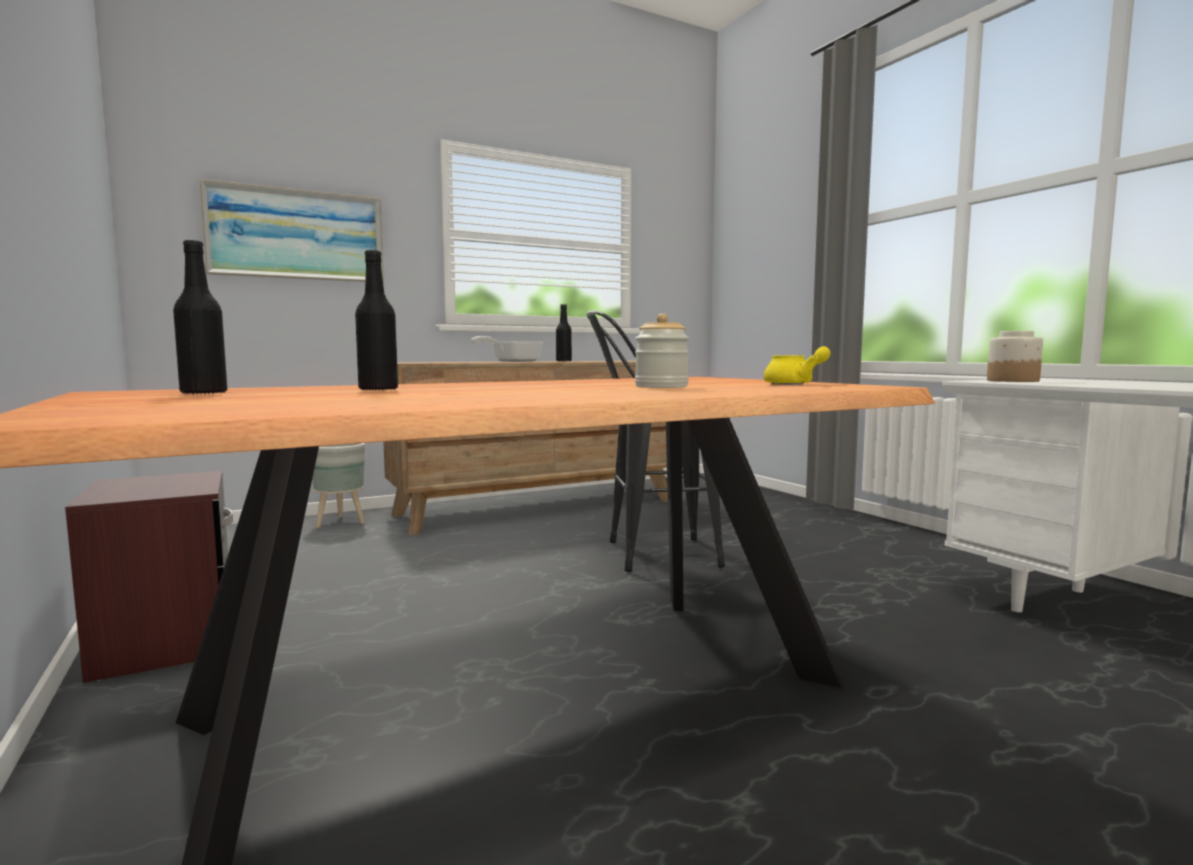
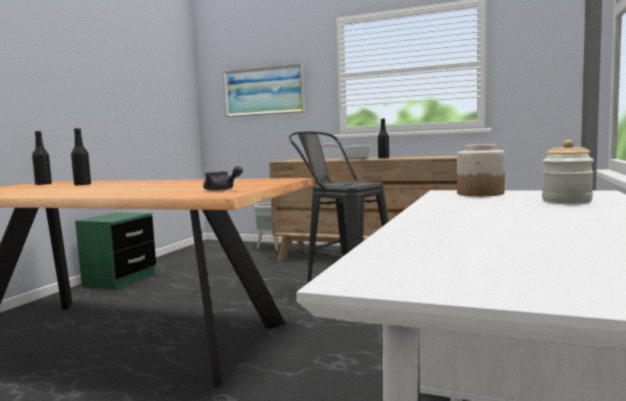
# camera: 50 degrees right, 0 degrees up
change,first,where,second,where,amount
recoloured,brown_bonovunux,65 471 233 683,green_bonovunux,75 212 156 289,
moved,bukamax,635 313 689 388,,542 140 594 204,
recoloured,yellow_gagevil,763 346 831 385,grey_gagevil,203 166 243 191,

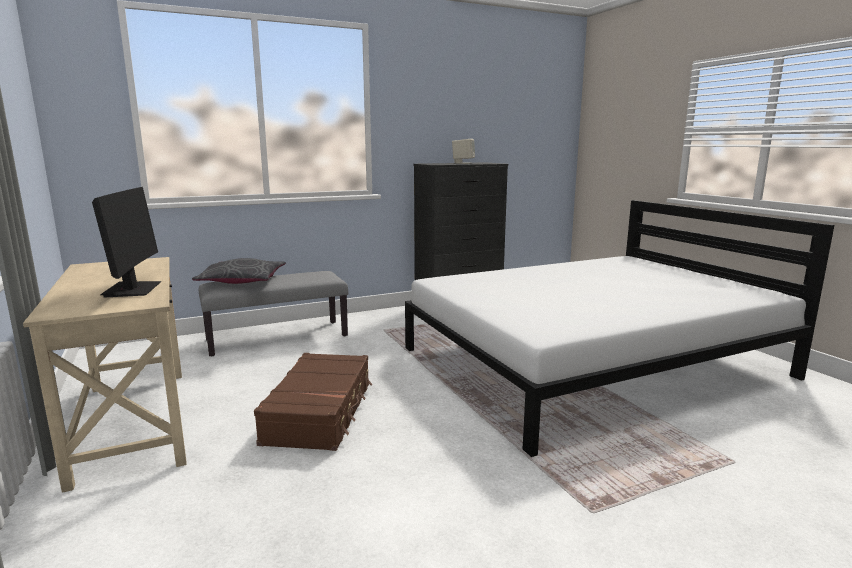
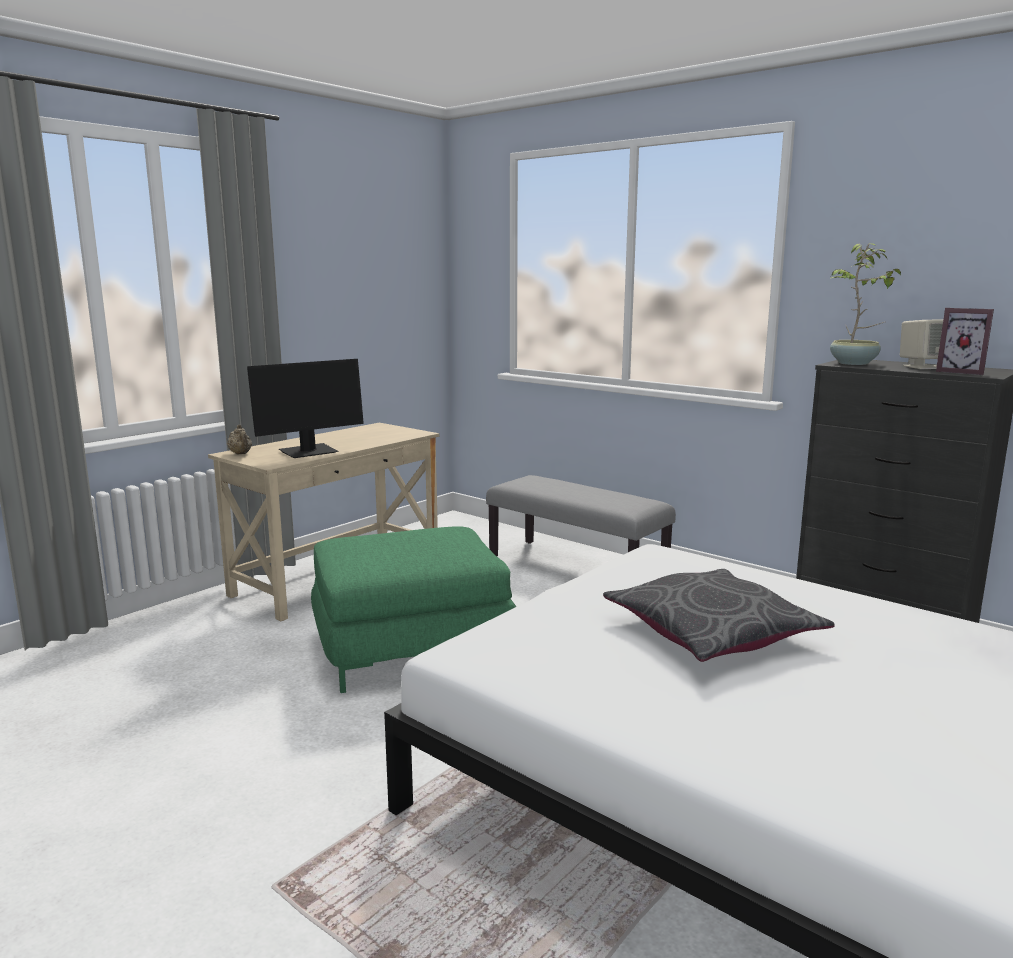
# camera: 65 degrees right, 0 degrees up
change,first,where,second,where,amount
moved,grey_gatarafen,192 258 286 284,,603 569 835 662,
replaced,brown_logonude,254 353 372 451,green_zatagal,311 526 516 693,
added,,,beige_gagevil,227 424 252 454,
added,,,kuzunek,830 243 901 365,
added,,,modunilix,936 308 994 375,

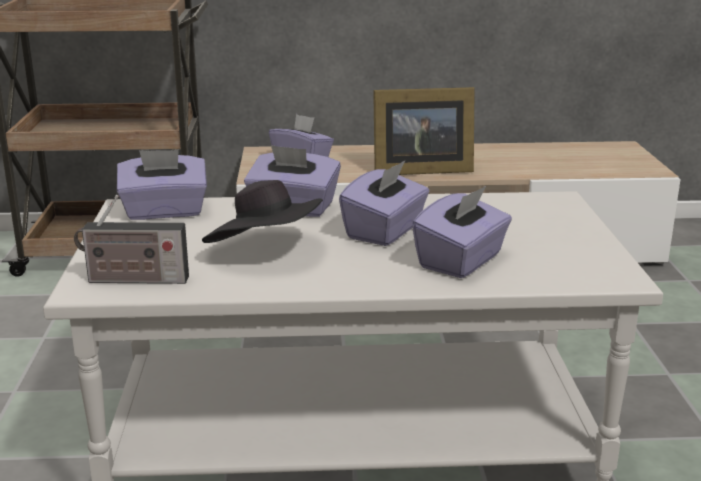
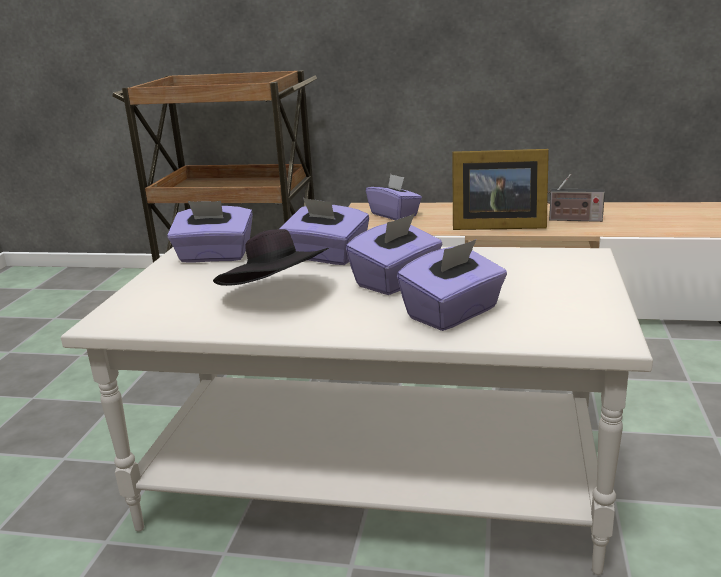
# camera: 15 degrees right, 0 degrees up
change,first,where,second,where,amount
moved,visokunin,74 195 189 284,,547 173 605 222,

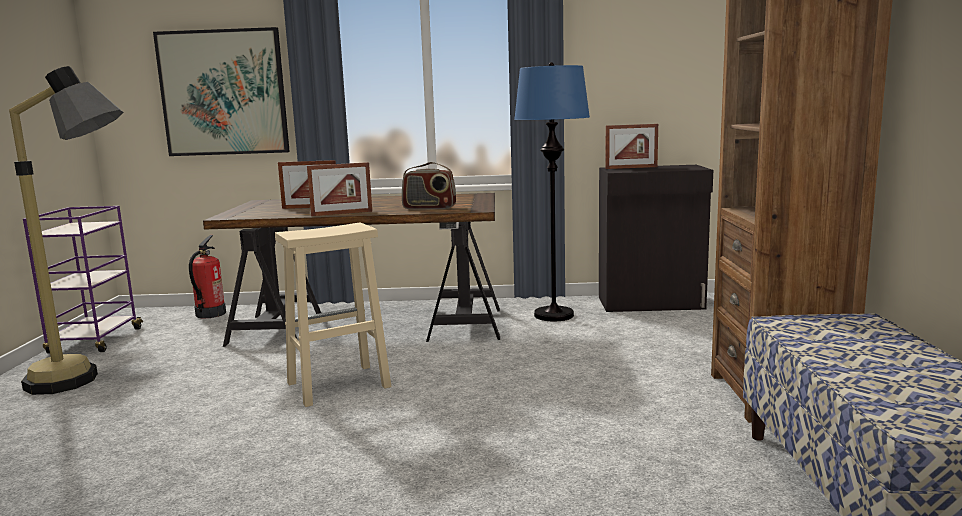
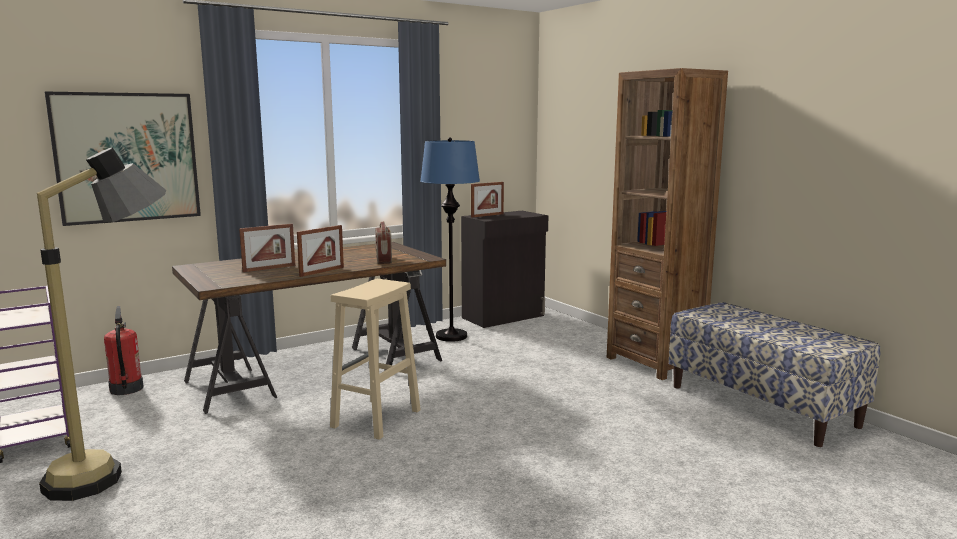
# camera: 35 degrees left, 0 degrees up
change,first,where,second,where,amount
turned,visokunin,402 162 456 210,,375 221 392 264,75 degrees counterclockwise

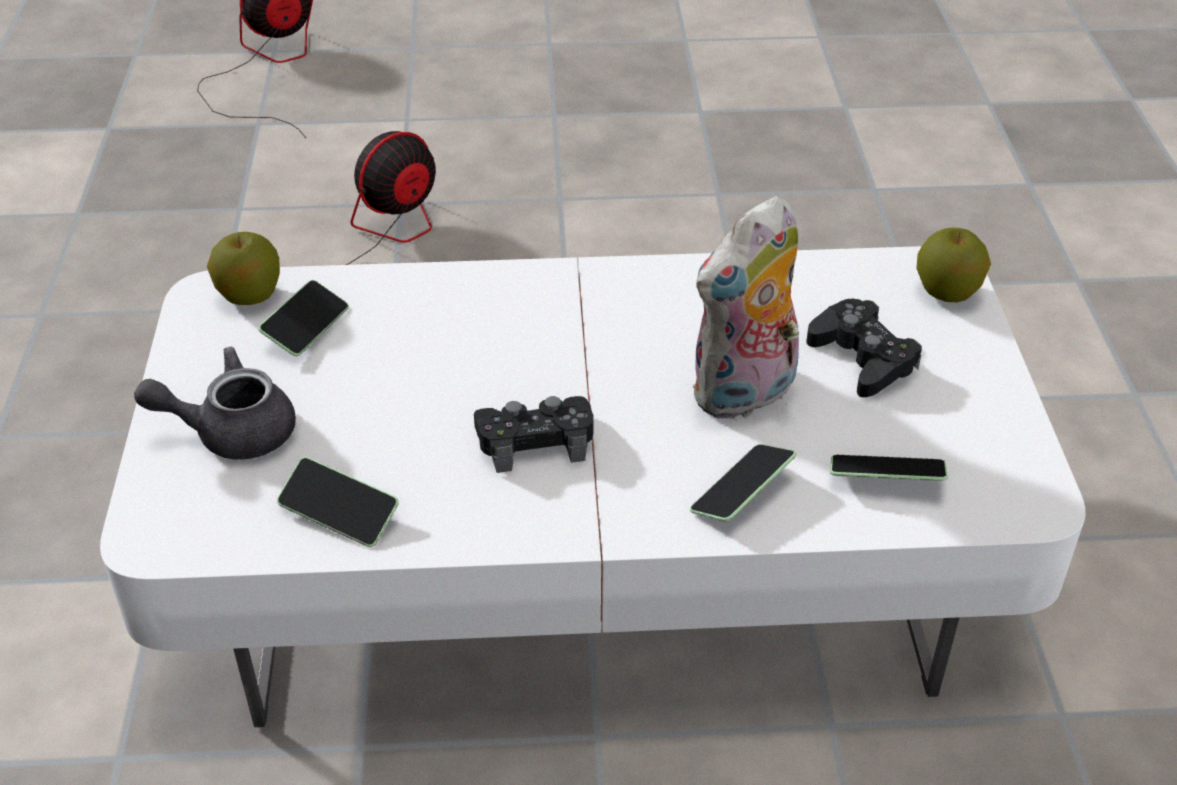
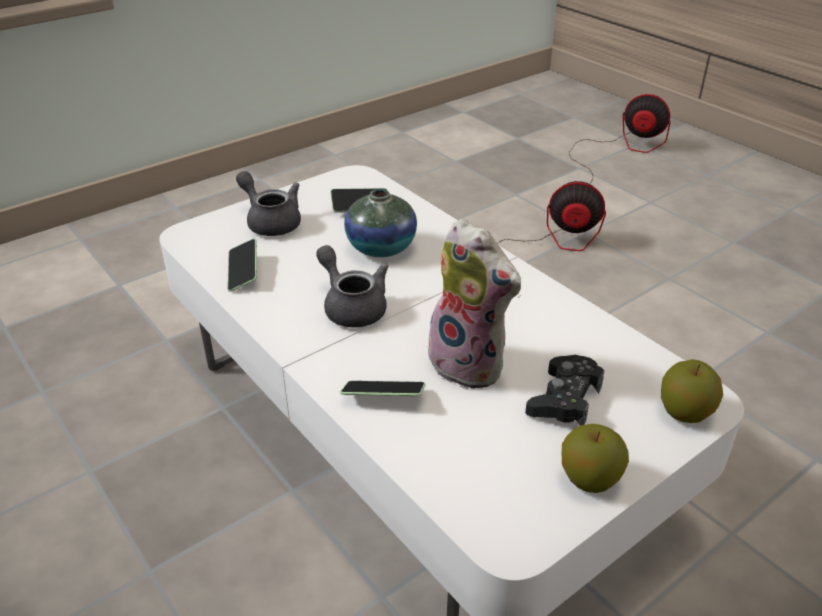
# camera: 55 degrees right, 5 degrees down
change,first,where,second,where,amount
moved,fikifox,207 232 280 305,,562 424 629 493,
replaced,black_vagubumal,474 396 594 473,grey_gagevil,316 245 388 327,
turned,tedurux,693 196 799 421,,426 218 521 390,150 degrees counterclockwise
removed,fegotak,830 455 948 481,,,
added,,,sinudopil,344 189 417 257,

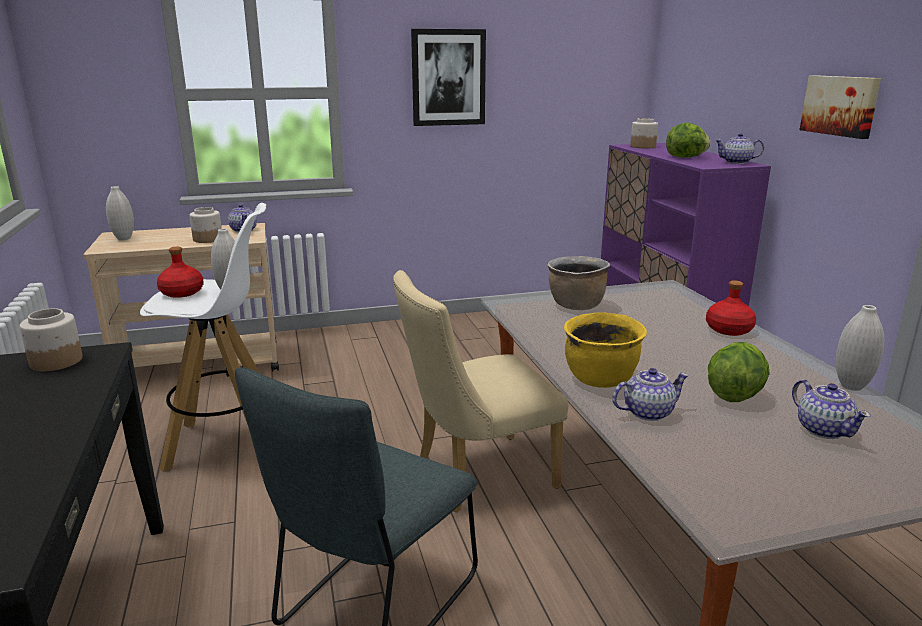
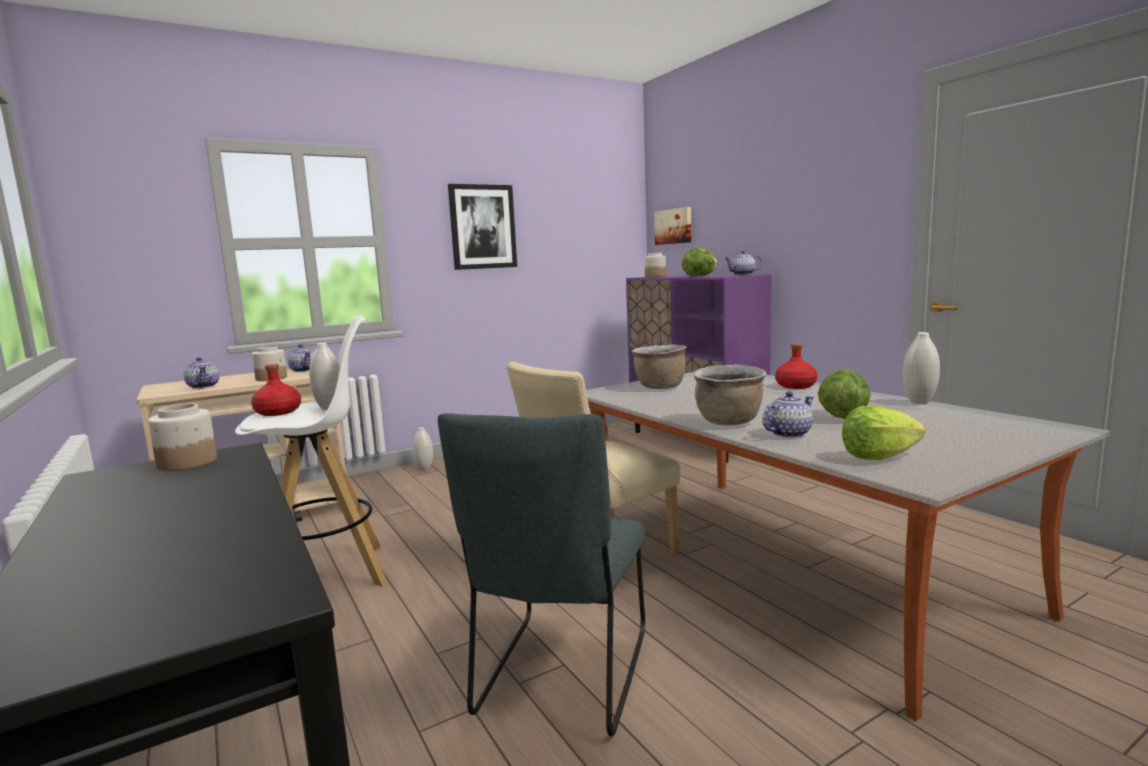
# camera: 15 degrees left, 10 degrees down
change,first,where,second,where,amount
moved,white_sinudopil,106 186 134 240,,413 427 433 470,
recoloured,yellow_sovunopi,564 312 647 388,brown_sovunopi,693 364 766 425,
moved,gagevil,792 379 871 439,,183 357 219 389,
moved,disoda,800 75 881 139,,654 207 691 245,
added,,,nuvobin,842 406 925 460,

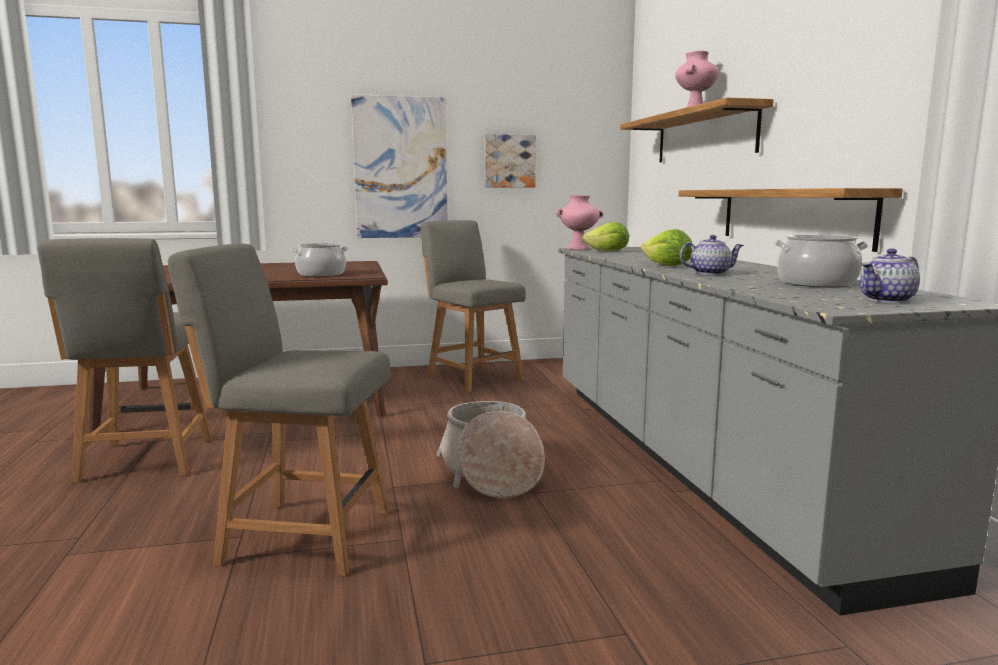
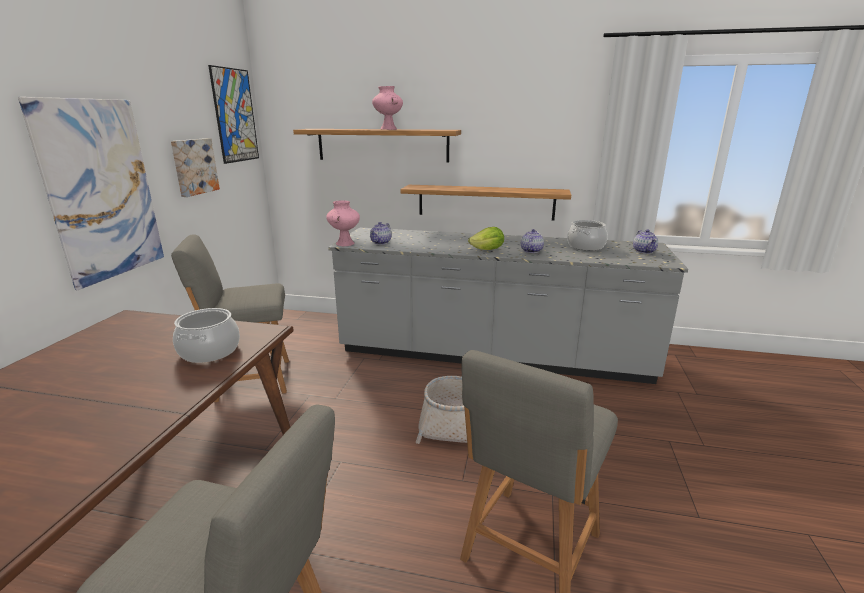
# camera: 65 degrees left, 10 degrees up
change,first,where,second,where,amount
replaced,nuvobin,582 222 629 251,gagevil,370 222 391 245,
added,,,disoda,208 65 259 164,

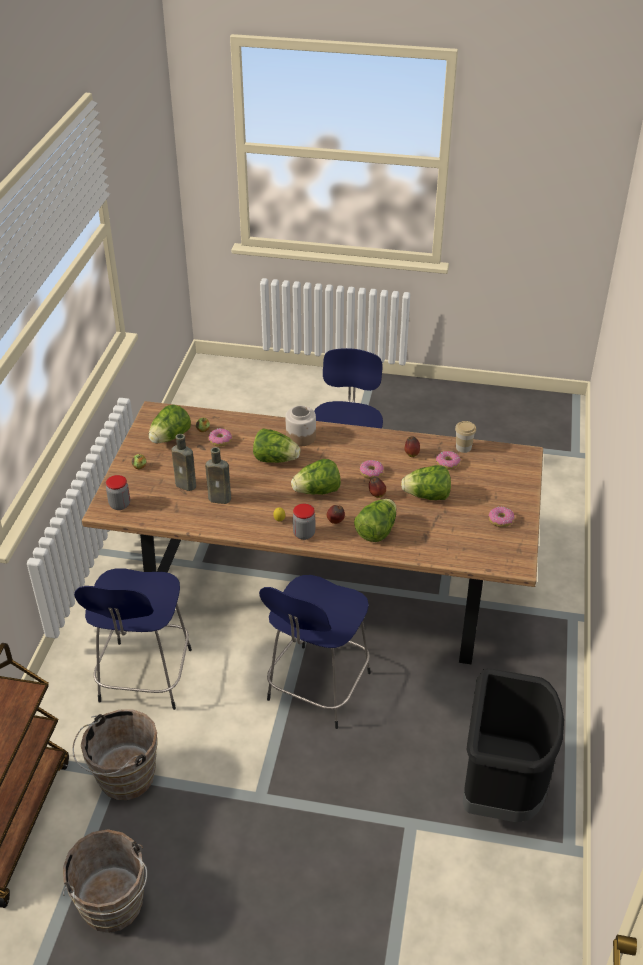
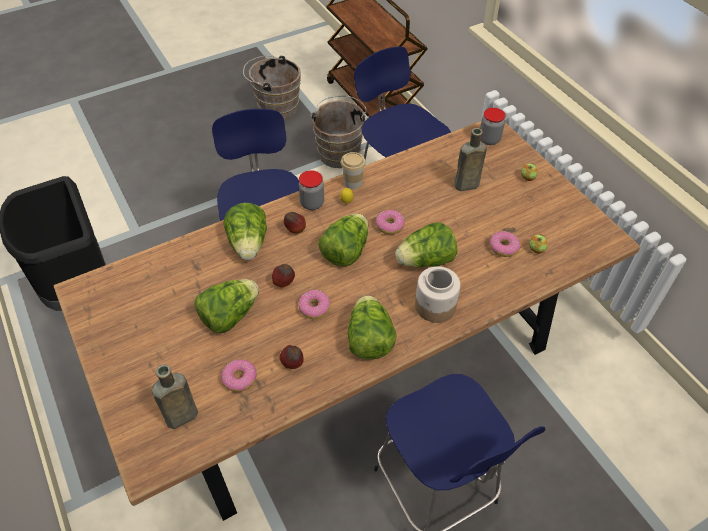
# camera: 140 degrees right, 10 degrees up
change,first,where,second,where,amount
moved,nuvobin,149 404 191 443,,348 295 397 360,
moved,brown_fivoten,205 447 231 504,,151 364 198 429,
moved,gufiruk,455 421 476 453,,341 152 366 189,
moved,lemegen,488 507 514 527,,375 210 405 235,

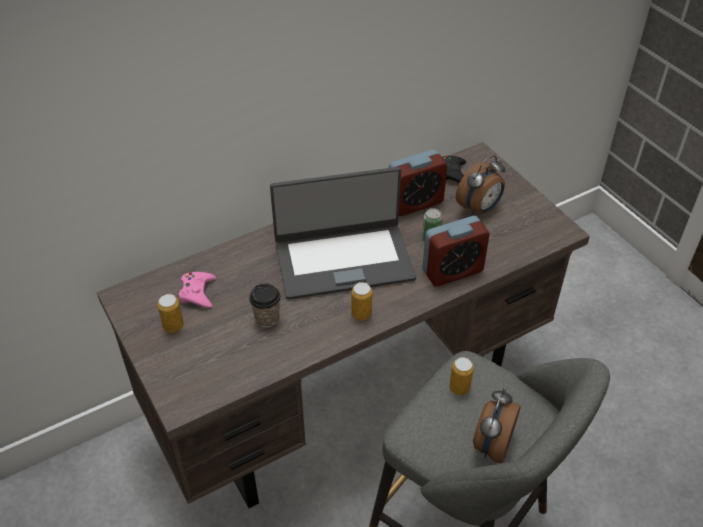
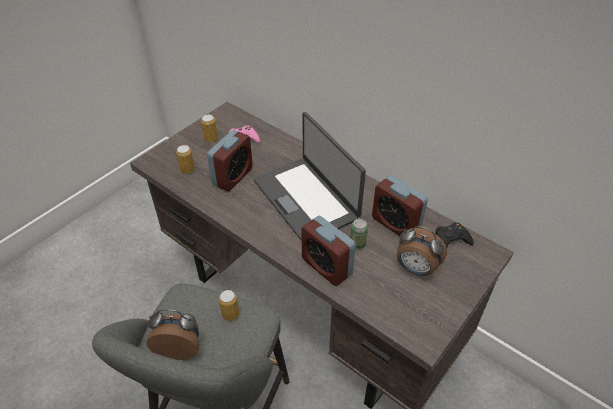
# camera: 70 degrees right, 0 degrees up
change,first,where,second,where,amount
replaced,gufiruk,249 283 281 328,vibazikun,207 130 253 192,
moved,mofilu,351 282 372 321,,176 145 195 174,

